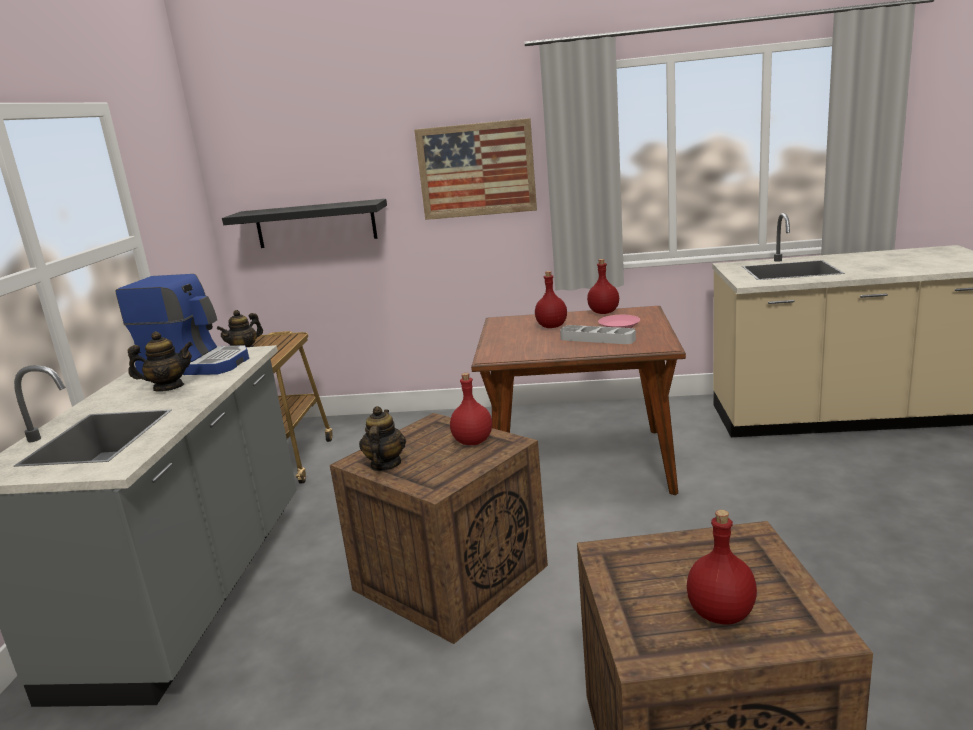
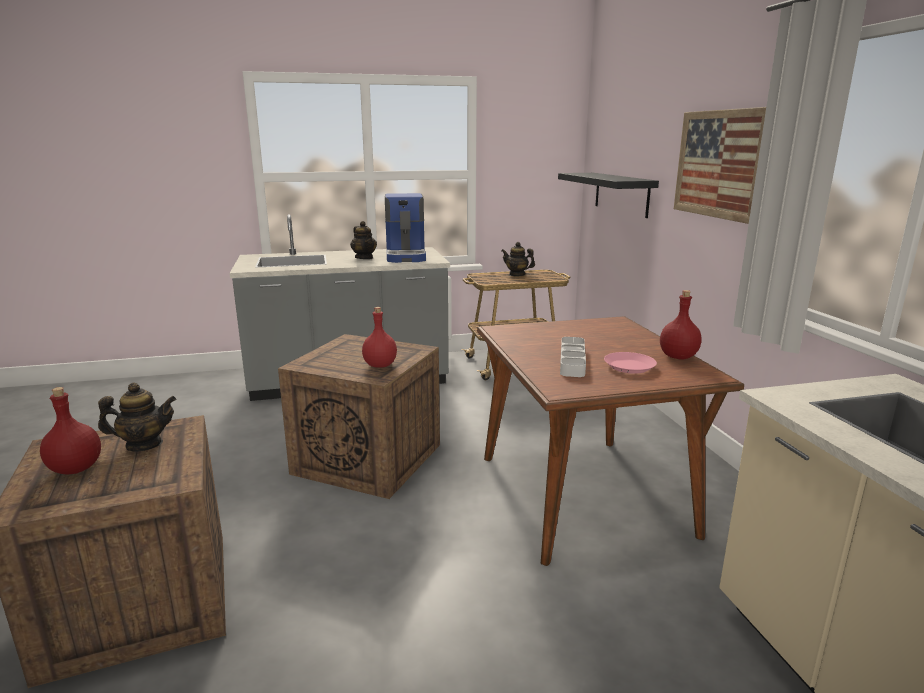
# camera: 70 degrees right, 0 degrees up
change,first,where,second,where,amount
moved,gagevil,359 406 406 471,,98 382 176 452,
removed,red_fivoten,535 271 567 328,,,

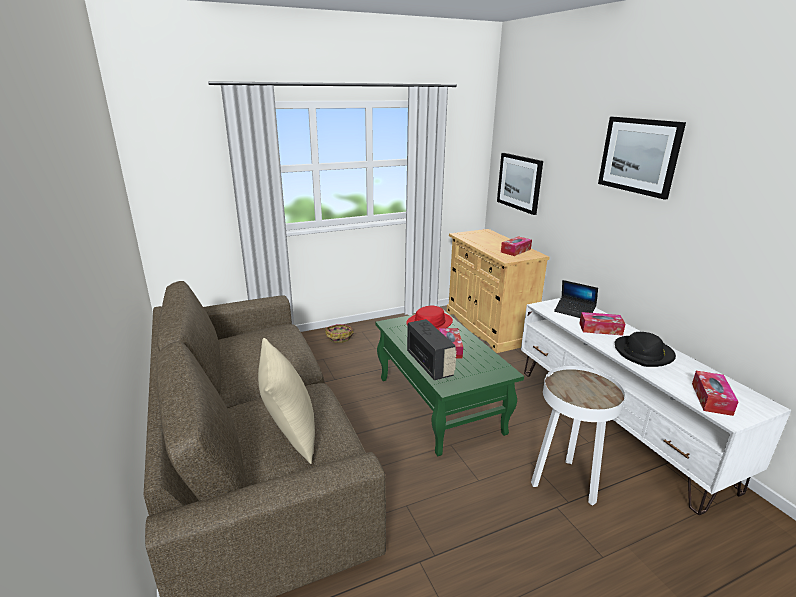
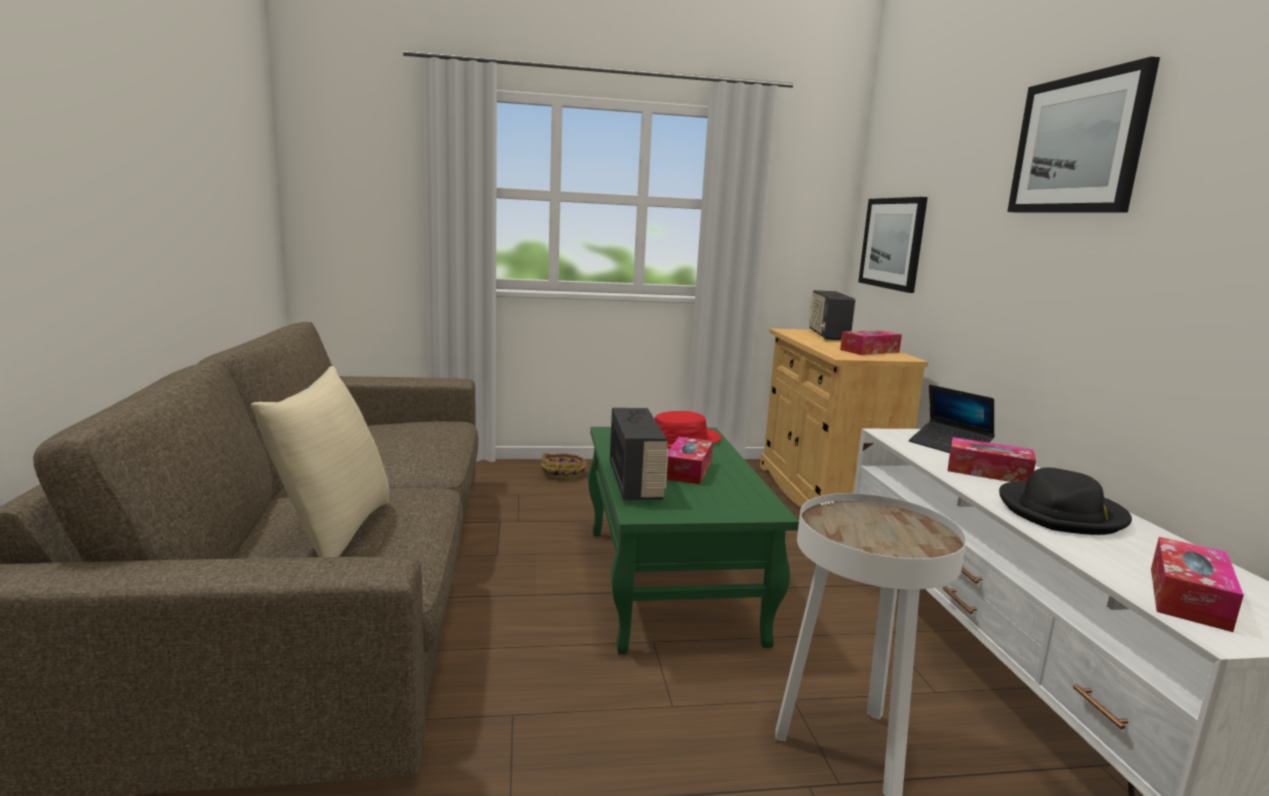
# camera: 15 degrees right, 10 degrees down
change,first,where,second,where,amount
added,,,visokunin,809 290 856 340,

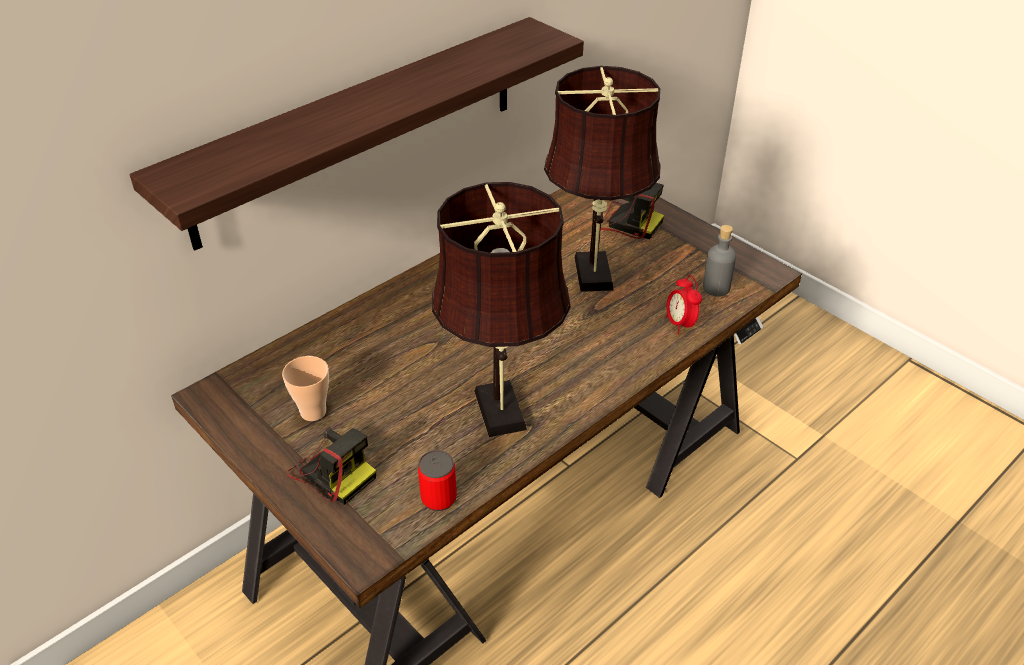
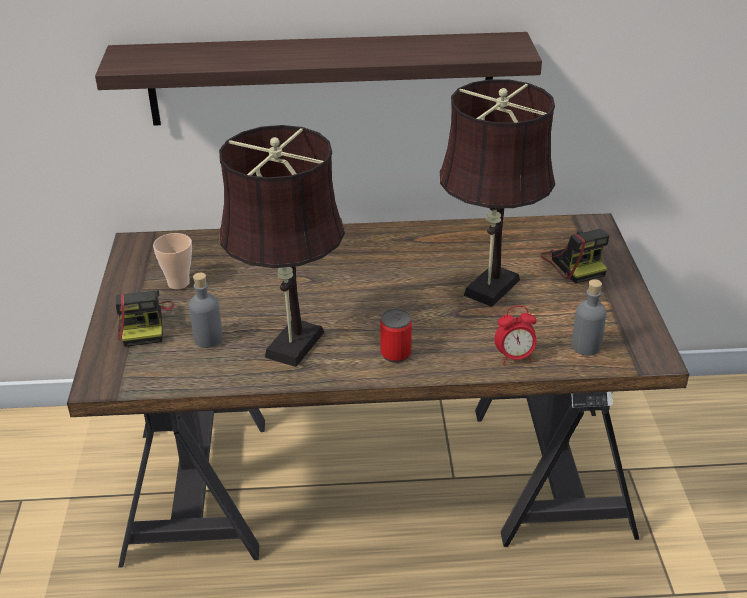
# camera: 40 degrees right, 5 degrees down
change,first,where,second,where,amount
moved,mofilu,418 450 457 511,,380 309 412 363,
turned,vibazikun,666 275 702 334,,495 306 537 364,120 degrees counterclockwise
added,,,grey_fivoten,189 273 223 348,

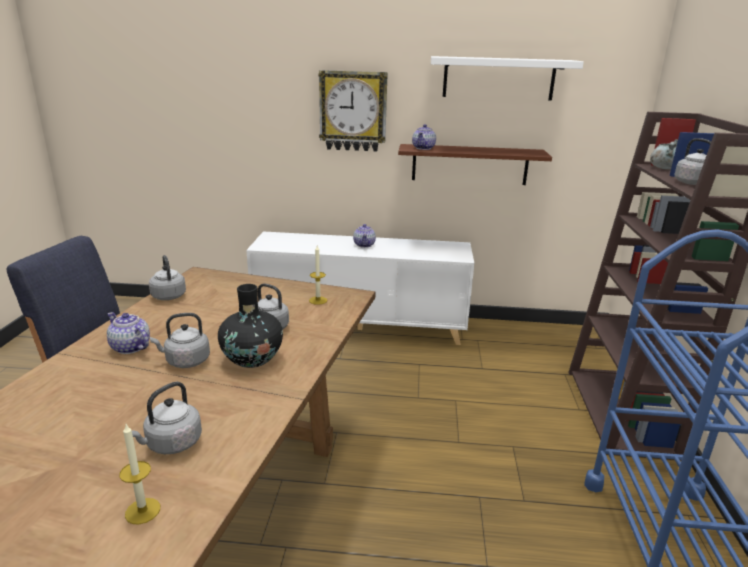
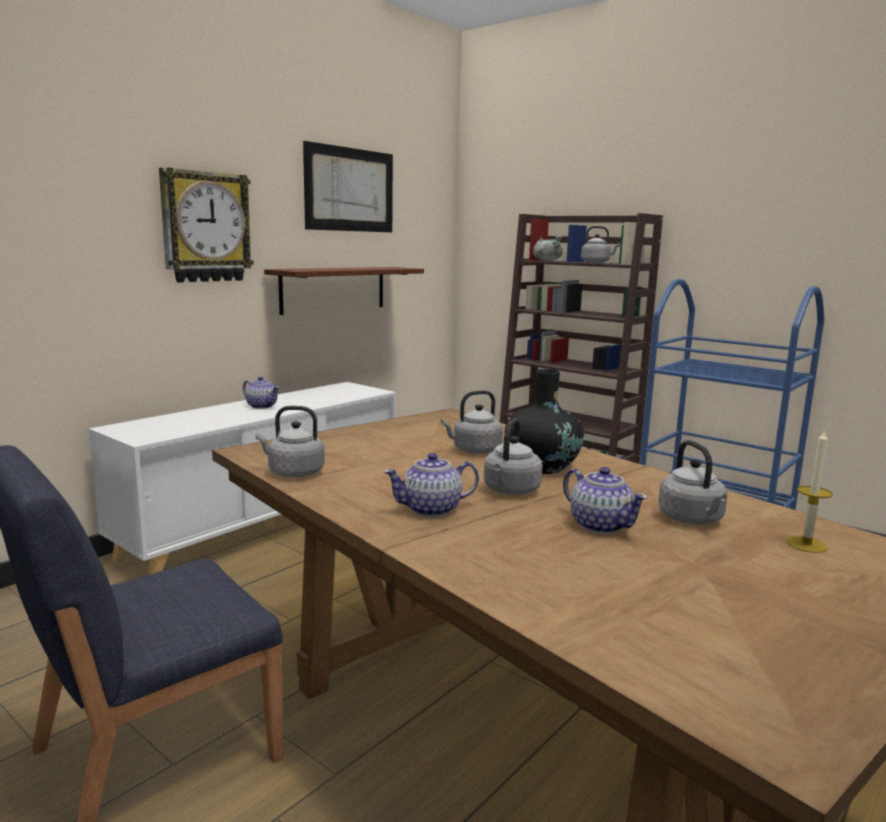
# camera: 55 degrees left, 10 degrees down
change,first,where,second,where,amount
removed,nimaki,309 246 327 305,,,
moved,gagevil,412 124 436 150,,563 467 648 534,
replaced,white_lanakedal,431 56 584 100,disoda,303 141 393 232,

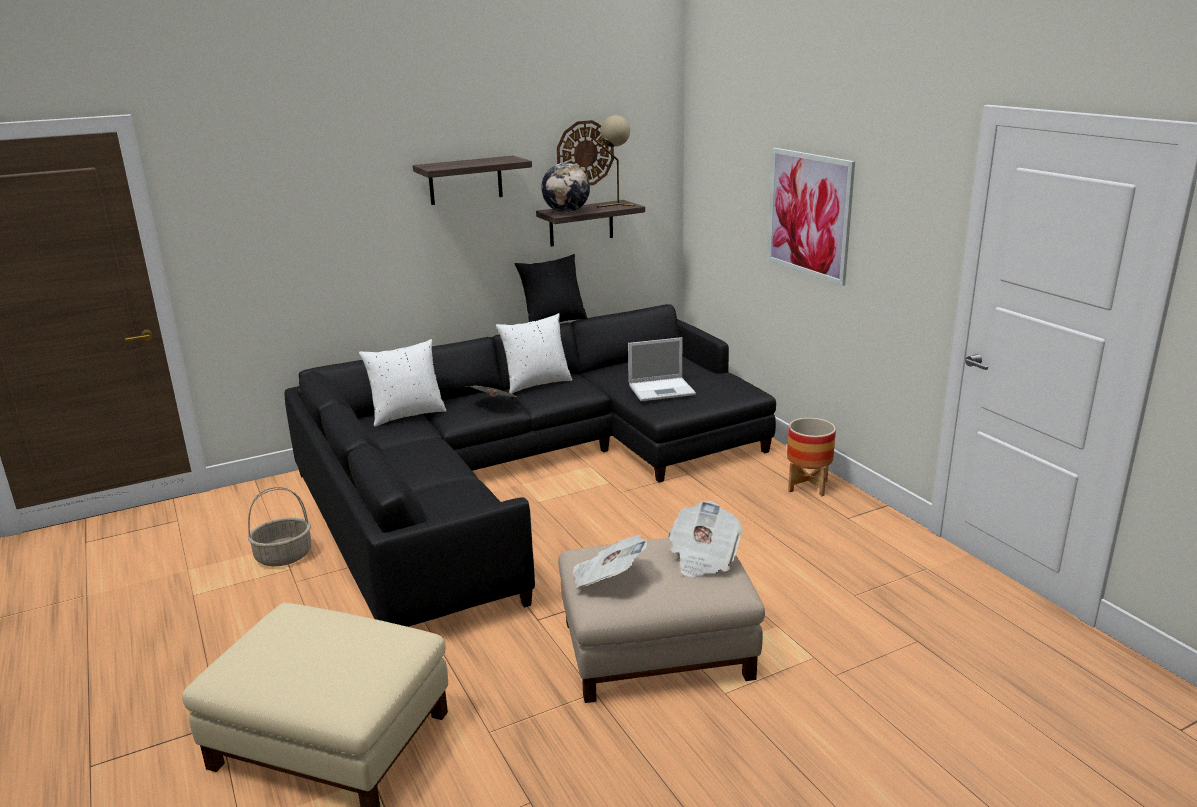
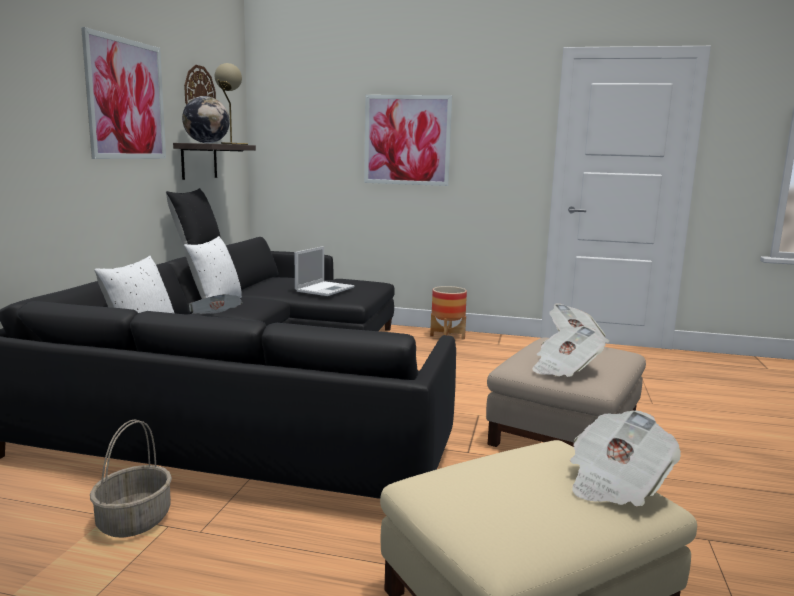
# camera: 50 degrees left, 10 degrees down
change,first,where,second,where,amount
replaced,lanakedal,413 156 532 205,disoda,81 27 166 159,
added,,,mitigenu,570 410 681 506,

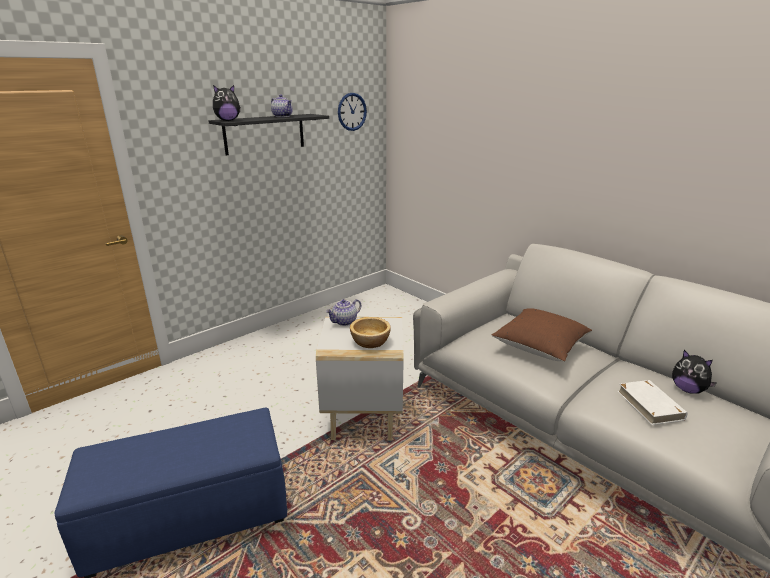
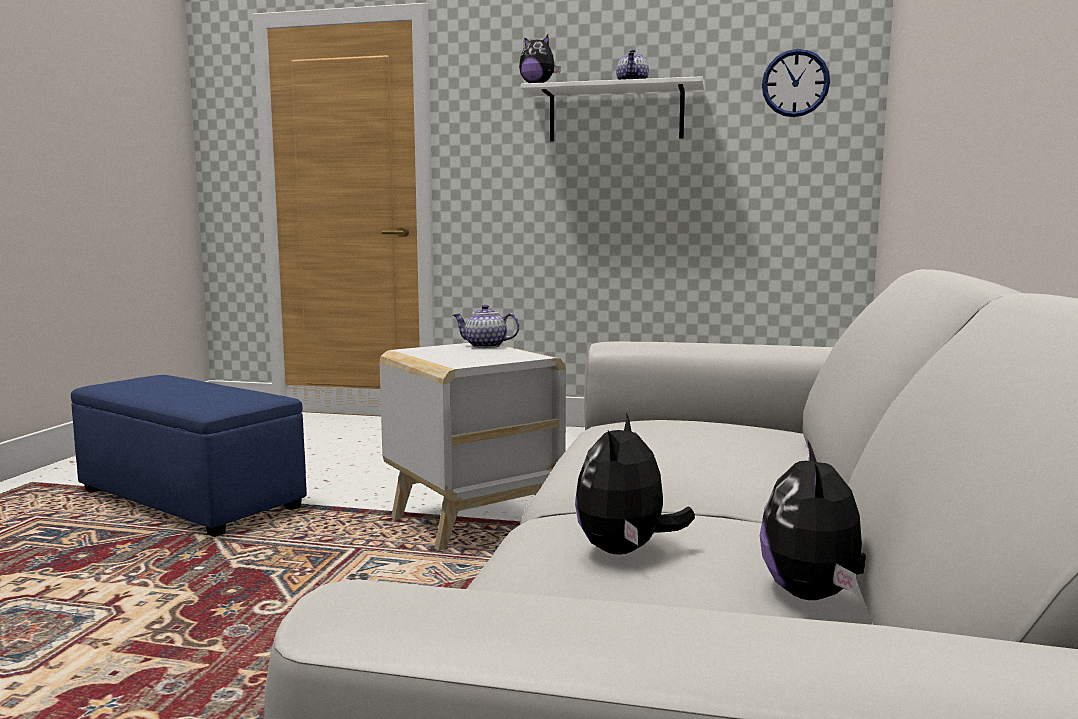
# camera: 55 degrees right, 15 degrees down
change,first,where,second,where,amount
recoloured,black_lanakedal,208 114 329 155,white_lanakedal,521 76 704 141,
removed,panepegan,350 317 391 348,,,
removed,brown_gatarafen,491 308 592 362,,,
replaced,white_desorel,617 380 688 425,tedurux,575 413 695 554,

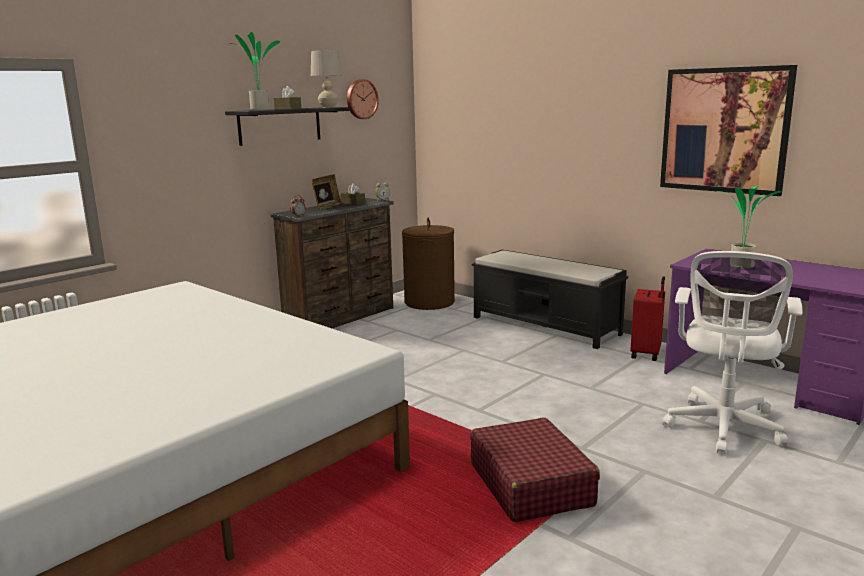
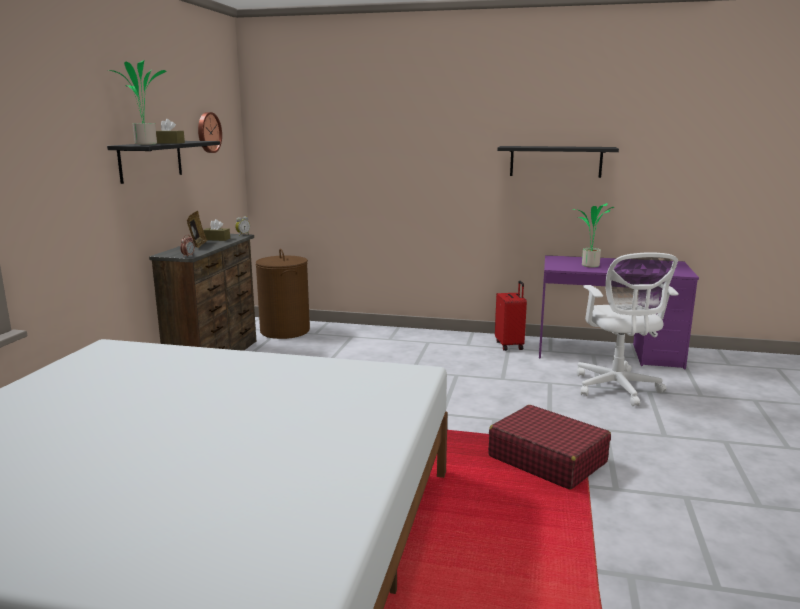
# camera: 30 degrees left, 0 degrees up
change,first,where,second,where,amount
removed,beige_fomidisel,311 50 343 108,,,
removed,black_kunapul,472 250 628 349,,,
replaced,disoda,660 65 797 196,black_lanakedal,497 146 619 178,

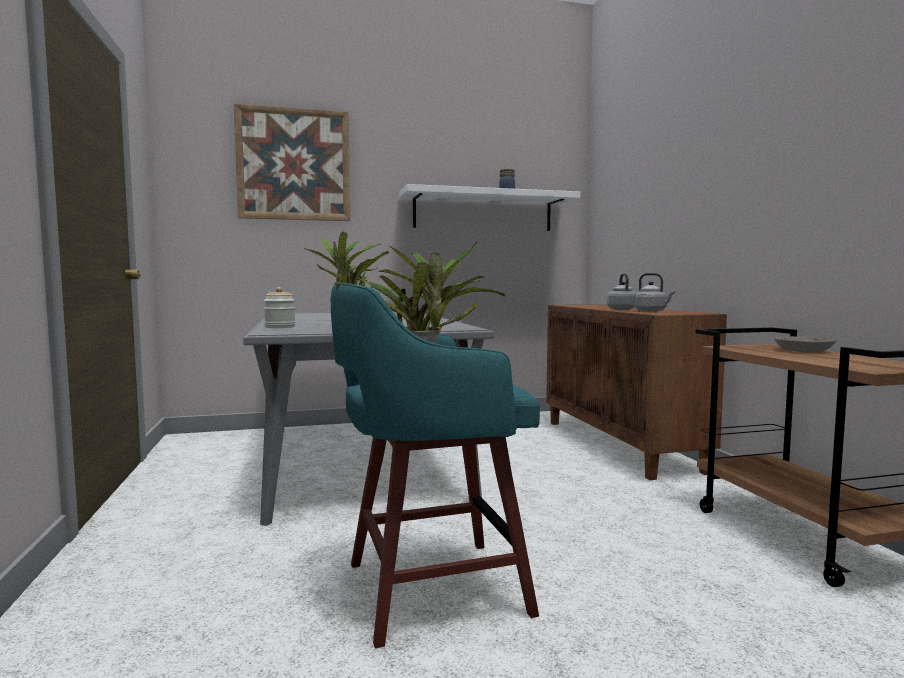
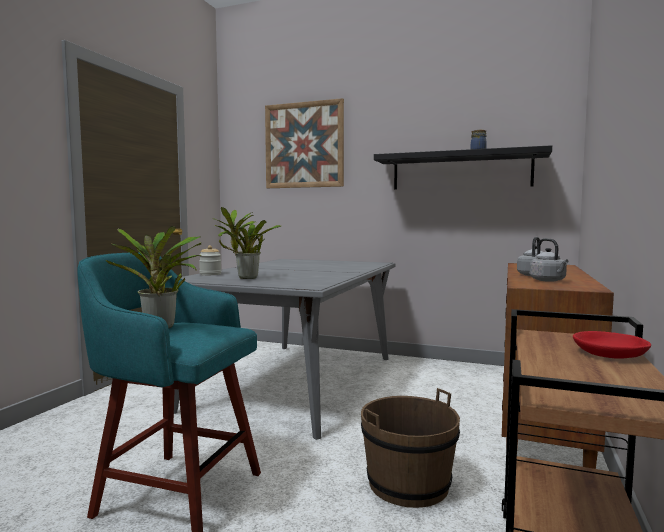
# camera: 35 degrees right, 0 degrees up
change,first,where,second,where,amount
recoloured,white_lanakedal,400 184 580 231,black_lanakedal,374 145 552 189,
recoloured,grey_panepegan,775 336 836 352,red_panepegan,573 331 651 359,
added,,,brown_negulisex,361 388 460 508,

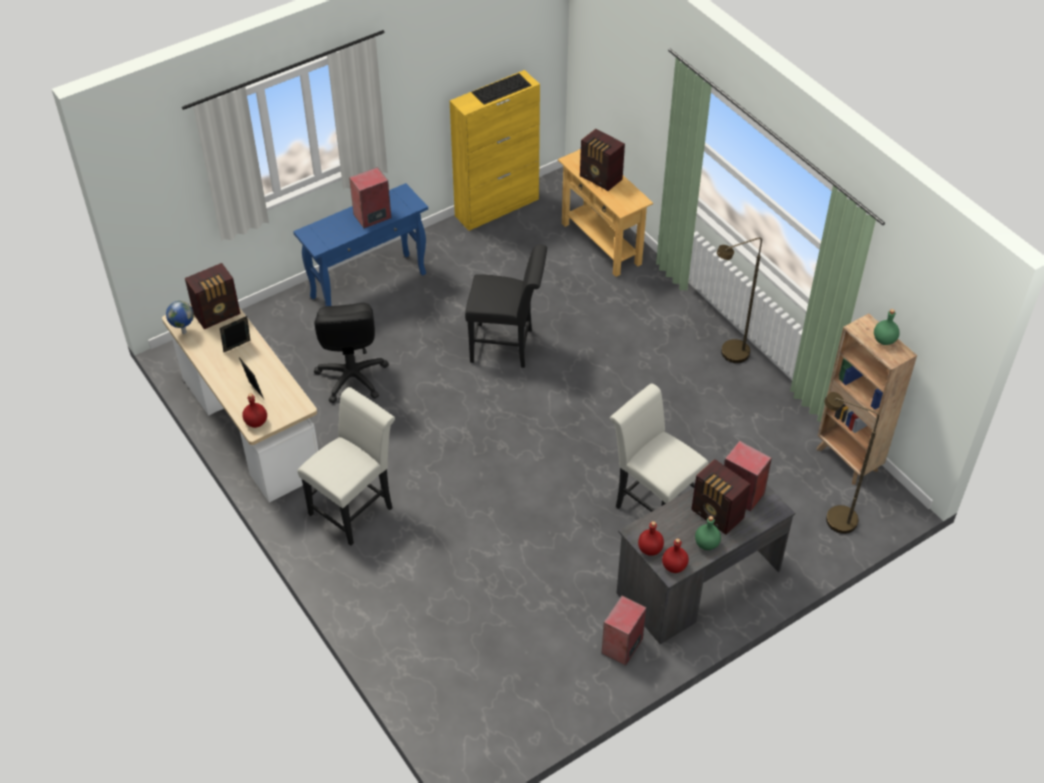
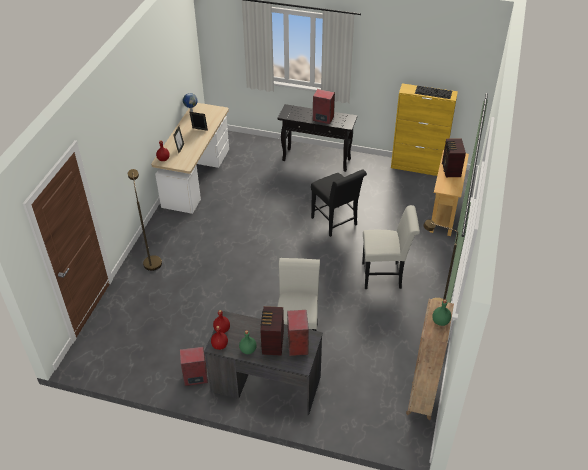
# camera: 50 degrees right, 5 degrees down
change,first,where,second,where,amount
removed,visokunin,185 263 240 329,,,
recoloured,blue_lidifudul,293 183 428 306,black_lidifudul,278 104 357 172,
moved,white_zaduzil,298 387 395 546,,362 205 420 289,
removed,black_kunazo,314 303 389 403,,,
moved,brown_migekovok,824 392 879 534,,128 169 162 271,

